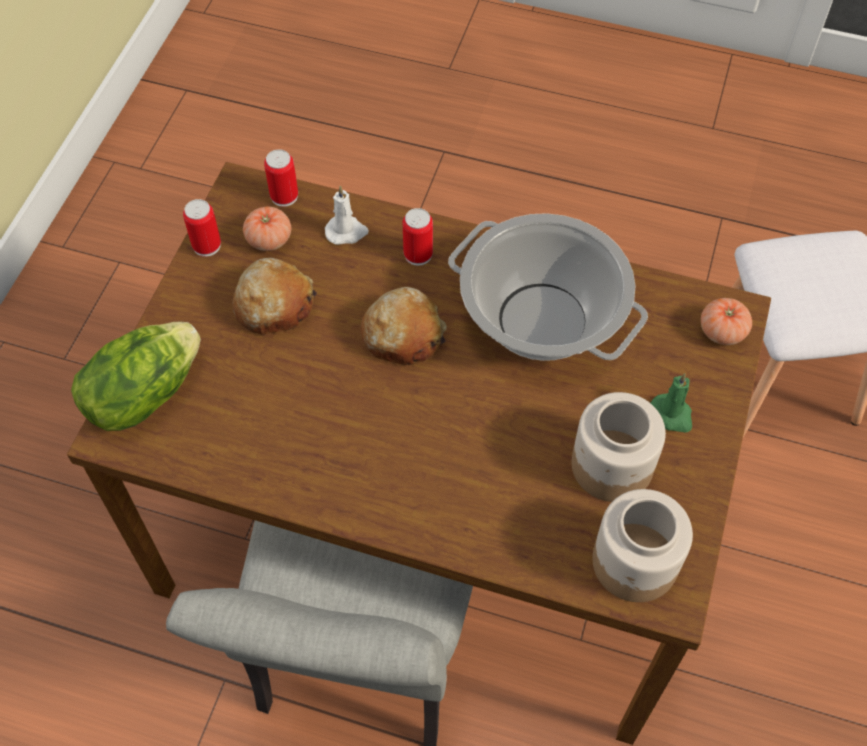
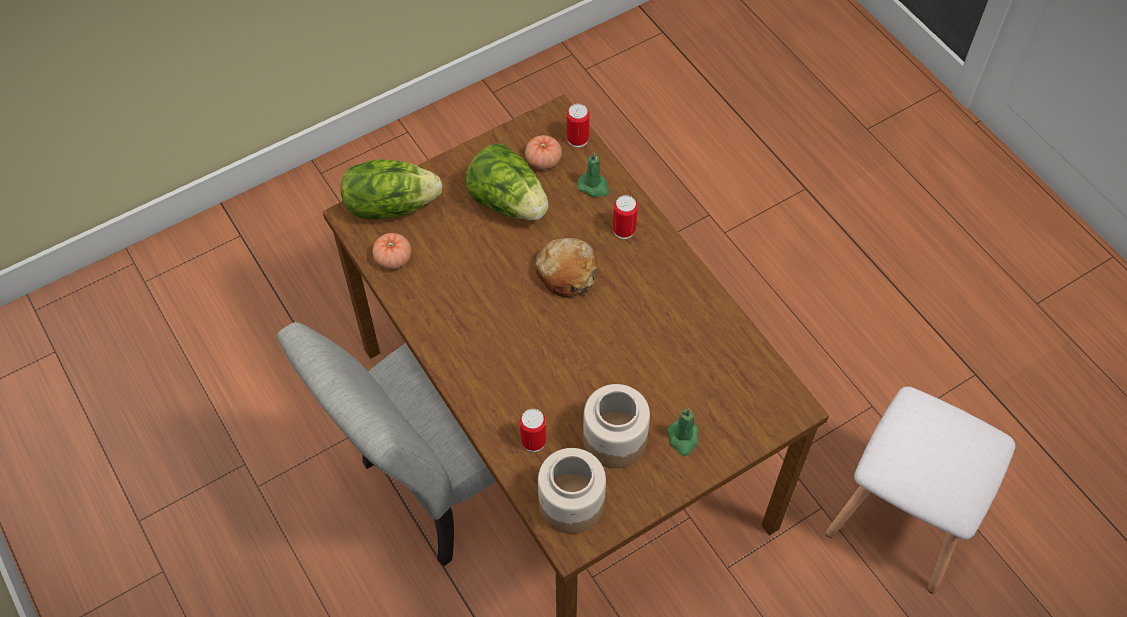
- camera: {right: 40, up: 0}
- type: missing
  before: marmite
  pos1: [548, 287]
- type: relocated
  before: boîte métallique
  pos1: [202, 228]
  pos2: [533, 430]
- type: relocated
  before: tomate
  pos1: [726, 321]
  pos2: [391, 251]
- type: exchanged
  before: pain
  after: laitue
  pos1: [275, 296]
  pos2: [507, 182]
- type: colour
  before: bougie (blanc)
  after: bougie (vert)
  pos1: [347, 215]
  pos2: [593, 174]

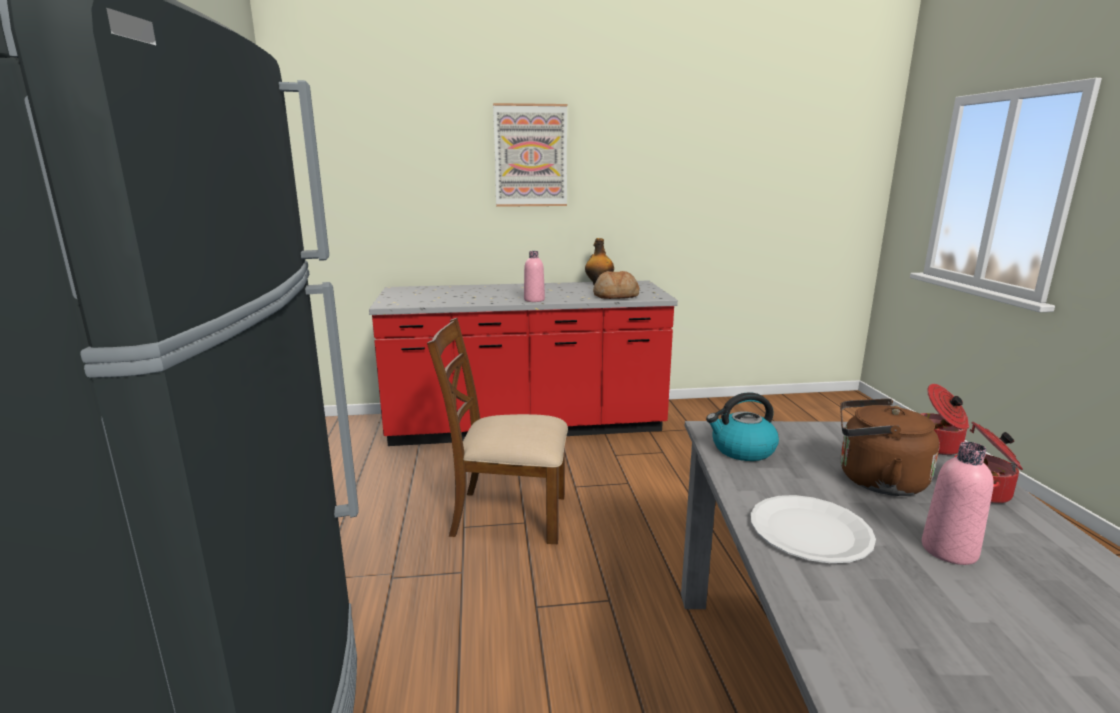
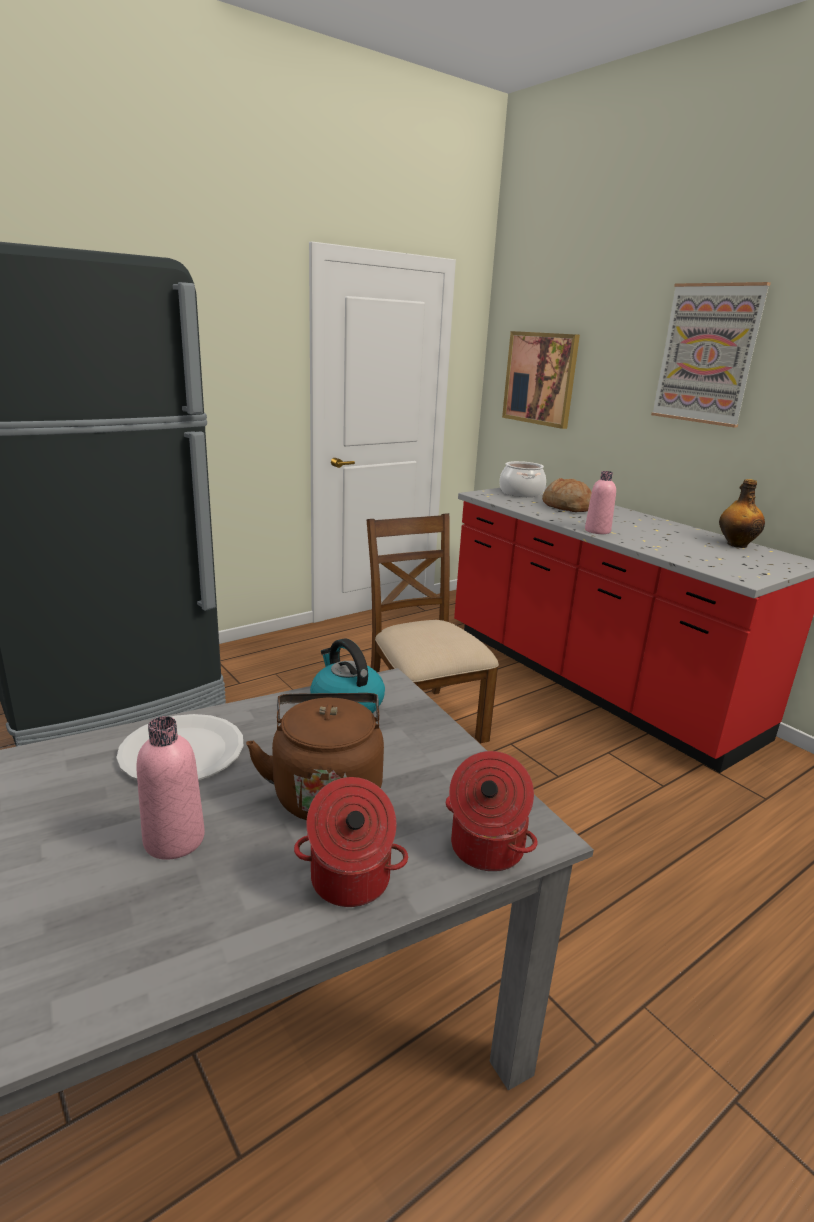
- camera: {right: 60, up: 5}
- type: appeared
  after: marmite
  pos2: [522, 479]
- type: appeared
  after: tableau
  pos2: [541, 380]
- type: relocated
  before: pain
  pos1: [616, 285]
  pos2: [567, 495]

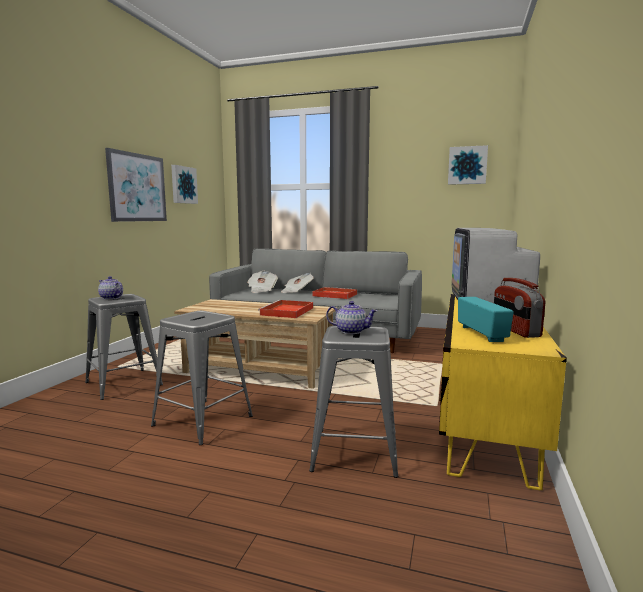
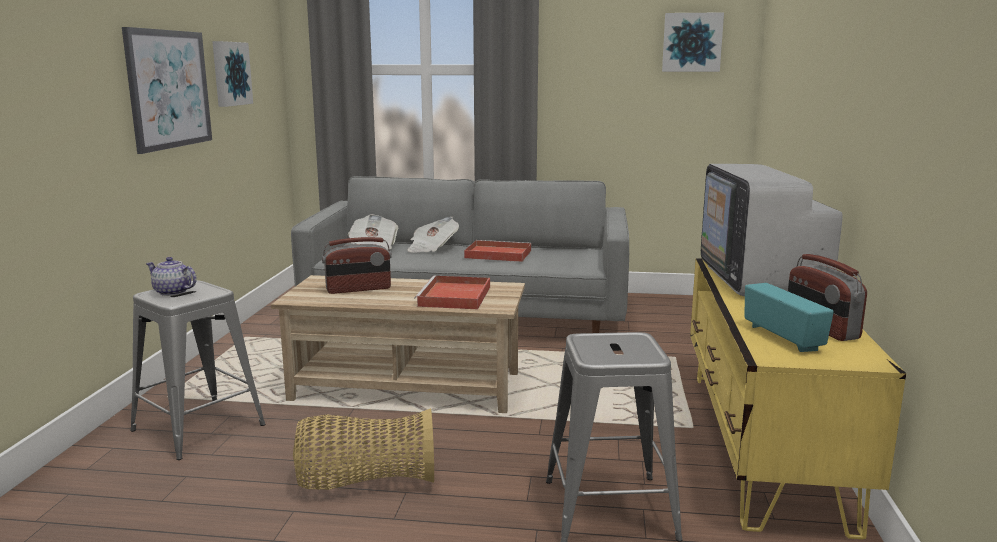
- camera: {right: -10, up: 5}
- type: missing
  before: théière
  pos1: [352, 317]
- type: appeared
  after: radio
  pos2: [357, 265]
- type: exchanged
  before: tabouret (gris)
  after: panier
  pos1: [202, 378]
  pos2: [363, 449]

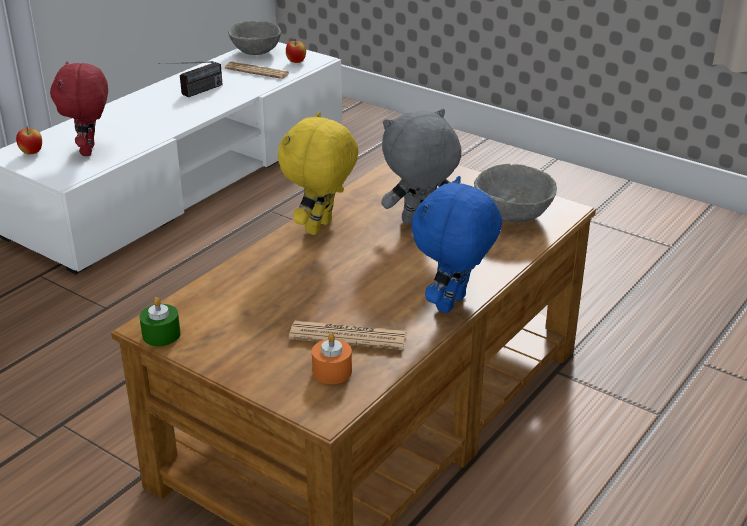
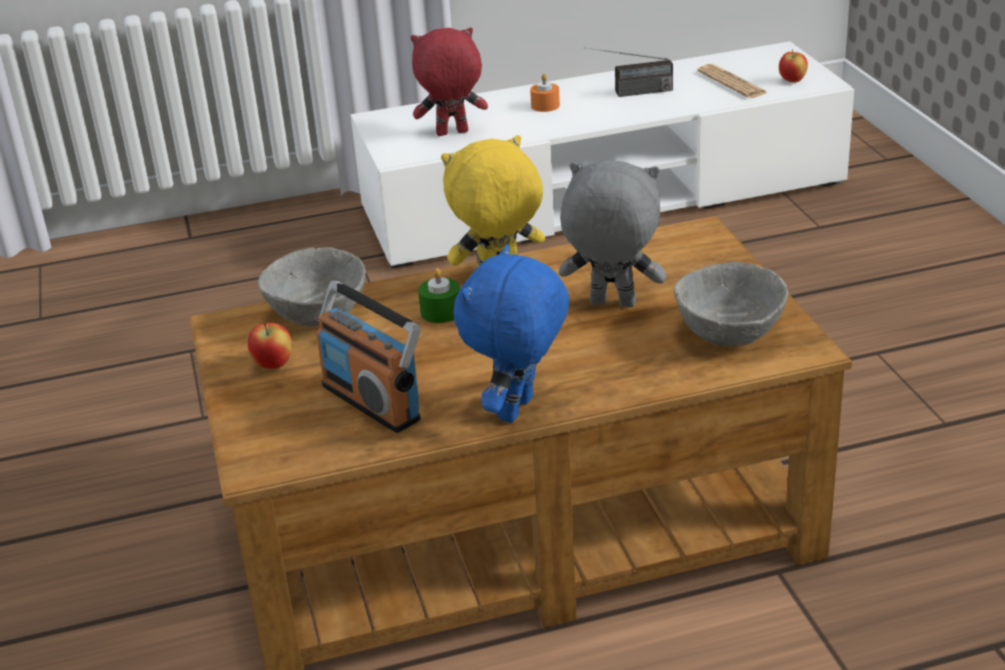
- camera: {right: 40, up: 0}
- type: relocated
  before: pomme
  pos1: [29, 140]
  pos2: [270, 346]
- type: relocated
  before: bougie (vert)
  pos1: [160, 321]
  pos2: [439, 295]
- type: relocated
  before: bol (gris)
  pos1: [254, 38]
  pos2: [312, 286]
- type: relocated
  before: bougie (orange)
  pos1: [332, 358]
  pos2: [545, 92]
- type: exchanged
  before: journal
  after: radio
  pos1: [348, 335]
  pos2: [368, 357]
- type: spun
  before: peluche (rouge)
  pos1: [79, 108]
  pos2: [449, 81]
  turn: 45
- type: spun
  before: peluche (bleu)
  pos1: [457, 244]
  pos2: [511, 333]
  turn: -45

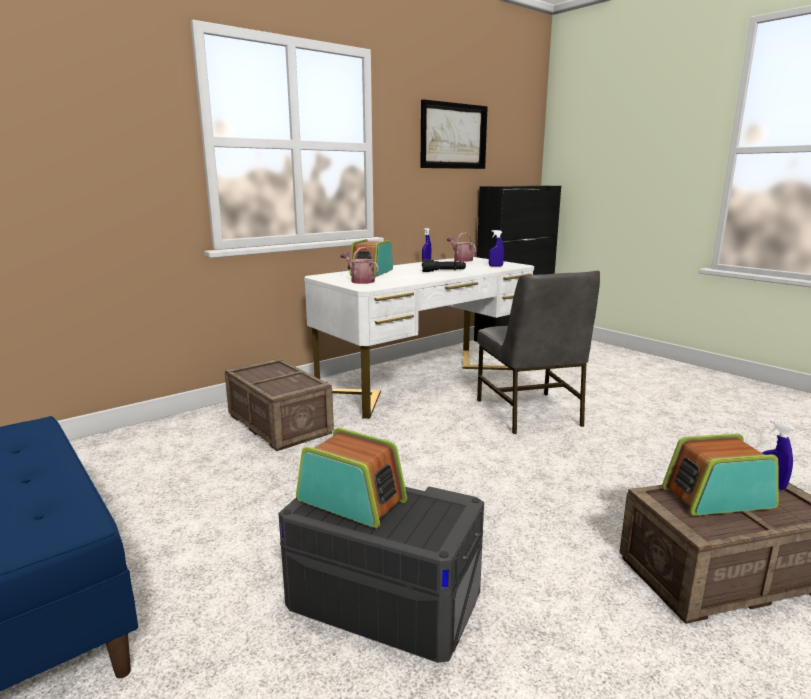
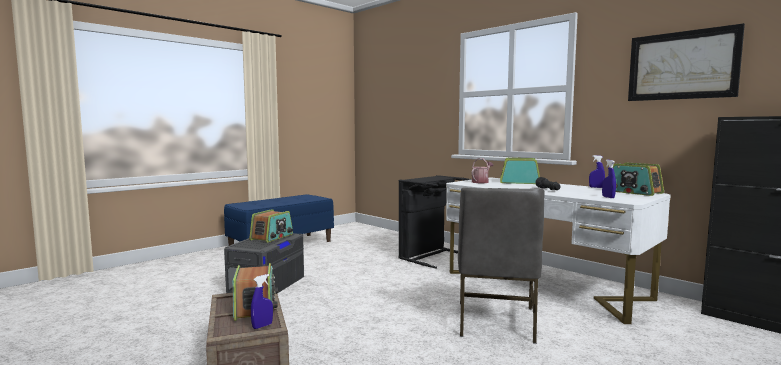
- camera: {right: 85, up: -10}
- type: exchanged
  before: caisse
  after: panier à linge (noir)
  pos1: [279, 404]
  pos2: [435, 222]
- type: exchanged
  before: arrosoir
  after: radio
  pos1: [461, 247]
  pos2: [638, 179]
- type: spun
  before: chaise (gris)
  pos1: [538, 352]
  pos2: [501, 265]
  turn: -60

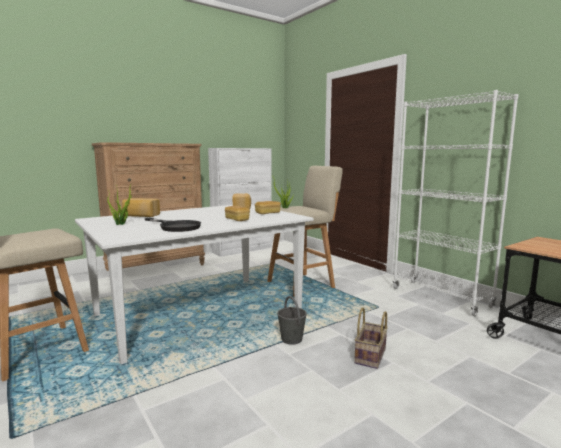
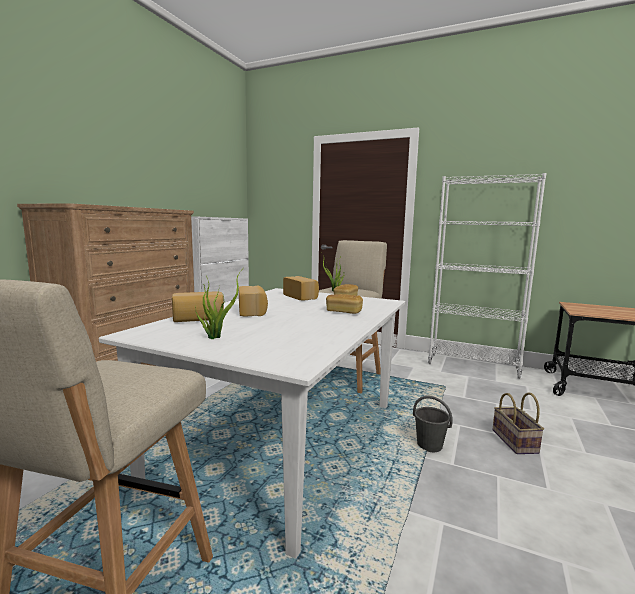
- camera: {right: -30, up: 0}
- type: missing
  before: poêle (noir)
  pos1: [173, 225]
- type: appeared
  after: pain
  pos2: [253, 301]

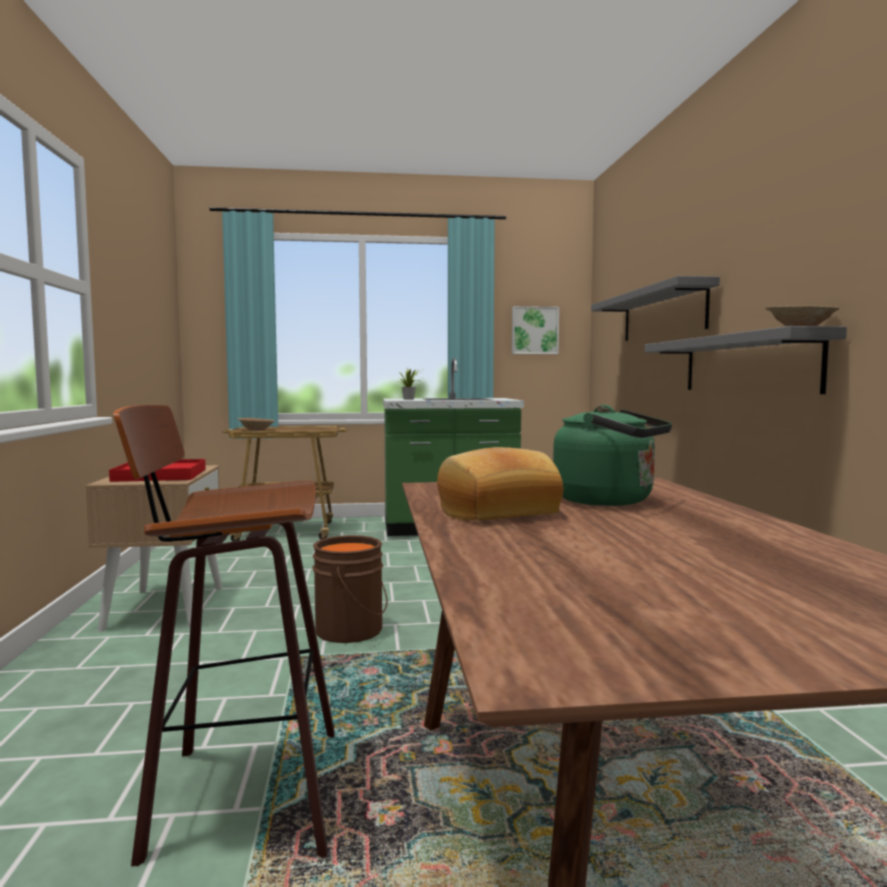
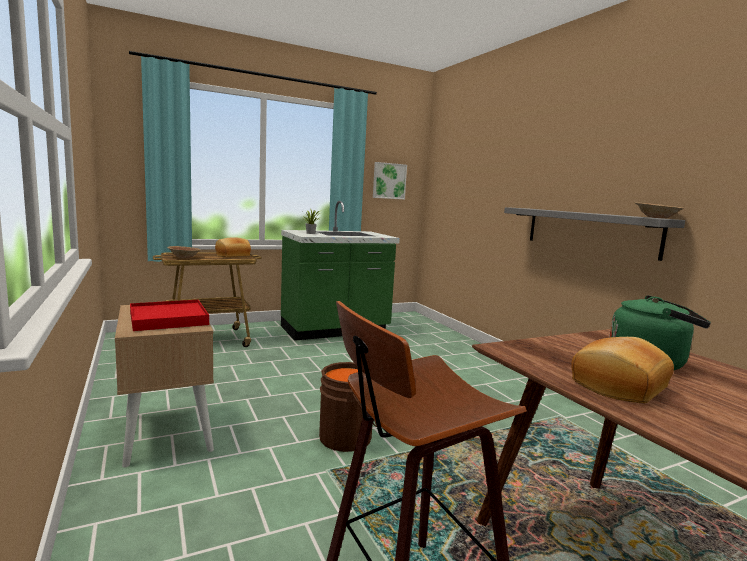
- camera: {right: -20, up: 5}
- type: missing
  before: étagère (gris)
  pos1: [655, 308]
- type: appeared
  after: pain
  pos2: [233, 247]

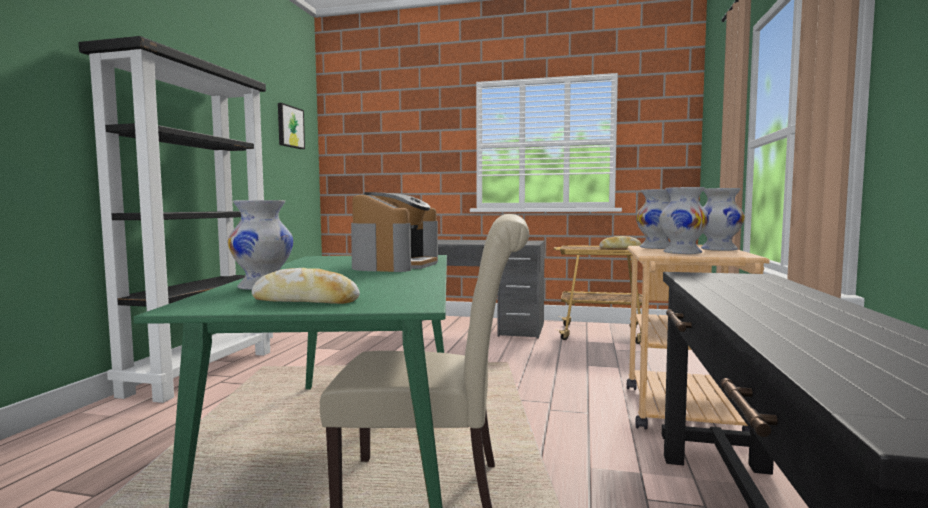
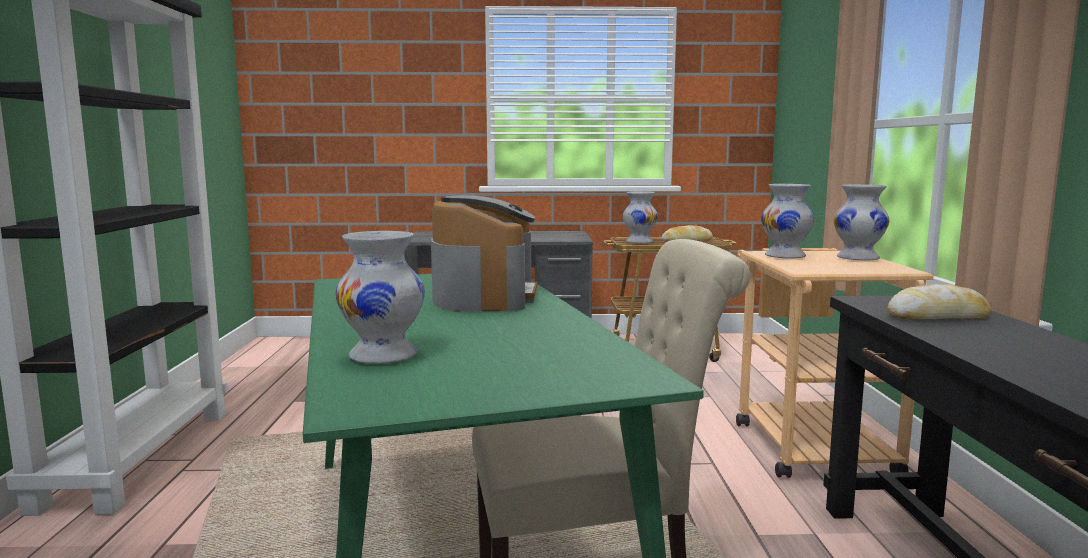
- camera: {right: -15, up: 5}
- type: missing
  before: tableau
  pos1: [291, 126]
- type: relocated
  before: pain
  pos1: [306, 286]
  pos2: [939, 301]
- type: relocated
  before: vase (blanc)
  pos1: [684, 220]
  pos2: [640, 217]

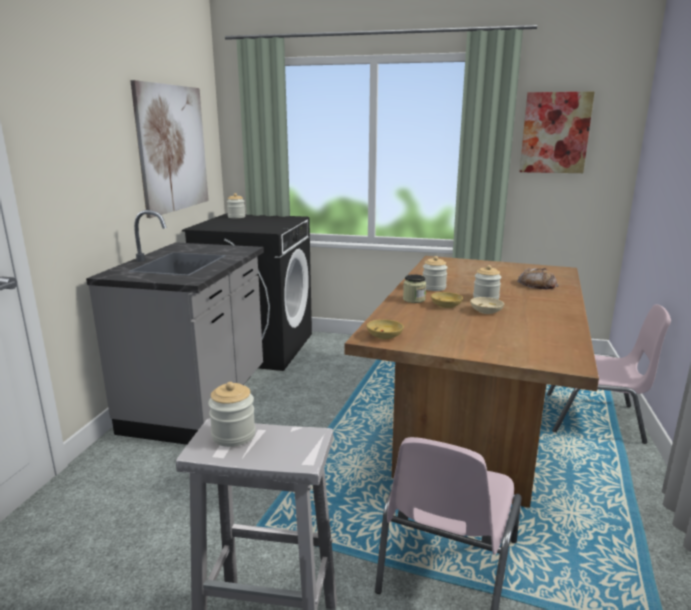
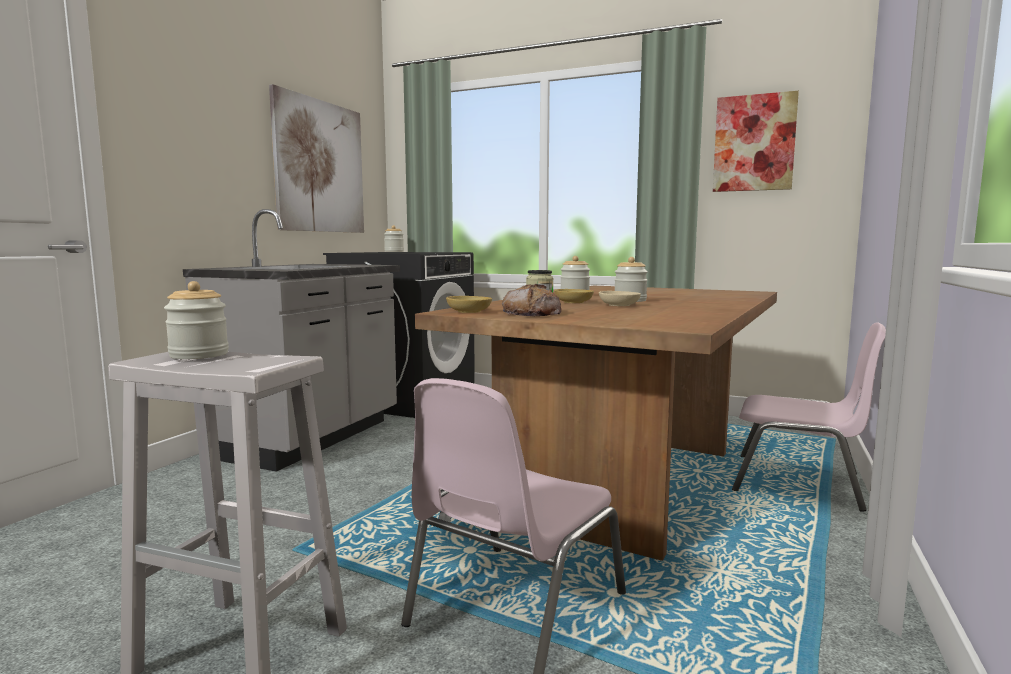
- camera: {right: 10, up: -10}
- type: relocated
  before: pain
  pos1: [538, 278]
  pos2: [531, 300]

